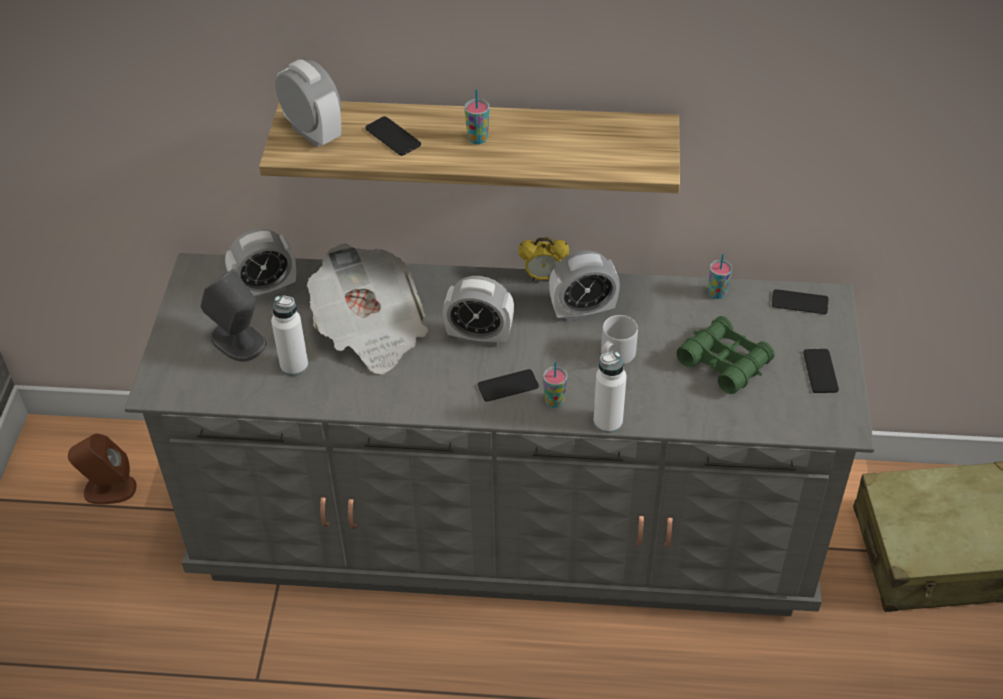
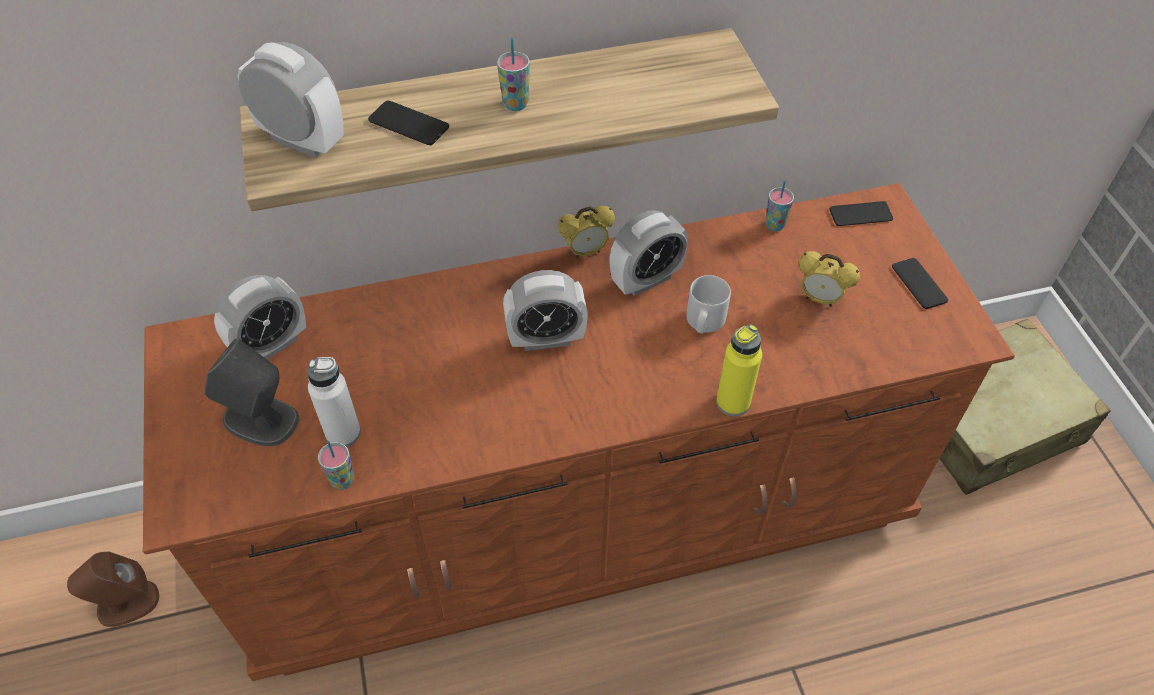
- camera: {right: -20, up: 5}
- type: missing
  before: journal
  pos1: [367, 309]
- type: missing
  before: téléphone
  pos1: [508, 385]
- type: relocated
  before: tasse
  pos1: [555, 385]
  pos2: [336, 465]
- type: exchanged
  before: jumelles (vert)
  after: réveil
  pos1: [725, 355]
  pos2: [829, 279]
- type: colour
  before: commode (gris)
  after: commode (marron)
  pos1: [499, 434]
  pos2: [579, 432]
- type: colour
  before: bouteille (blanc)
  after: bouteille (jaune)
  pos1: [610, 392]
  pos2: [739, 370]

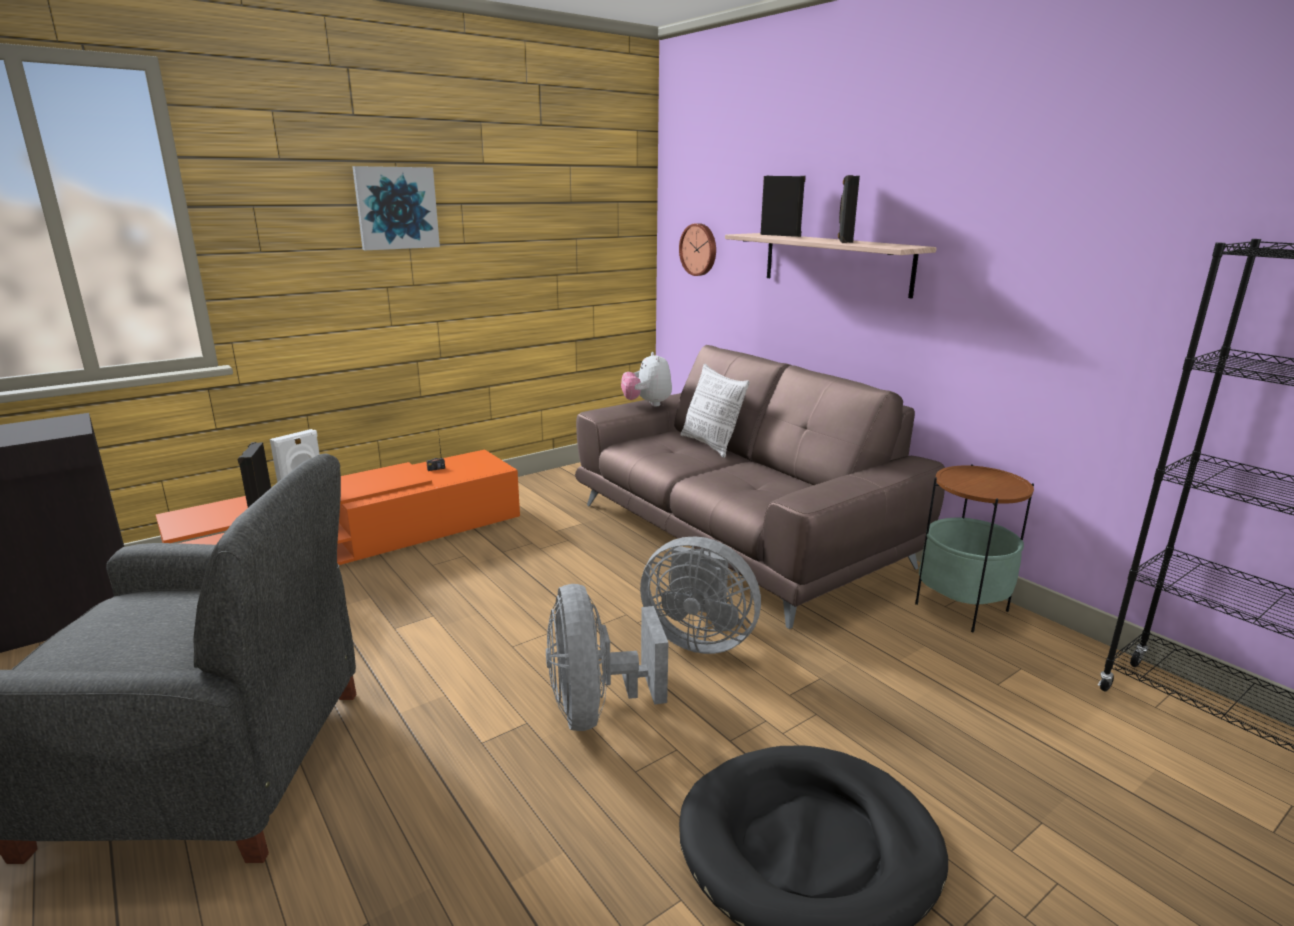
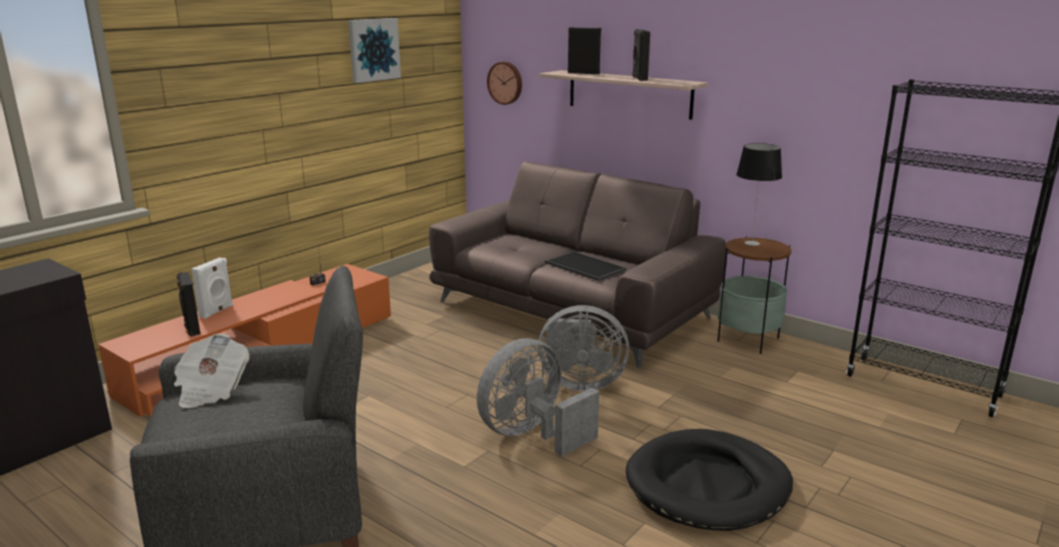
- camera: {right: -15, up: 0}
- type: missing
  before: peluche
  pos1: [646, 379]
- type: missing
  before: coussin
  pos1: [715, 411]
- type: appeared
  after: journal
  pos2: [211, 371]
- type: appeared
  after: plateau
  pos2: [586, 266]
- type: appeared
  after: lampe de table
  pos2: [759, 194]
- type: relocated
  before: tableau
  pos1: [396, 208]
  pos2: [374, 50]
- type: spun
  before: ventilateur (gris)
  pos1: [607, 657]
  pos2: [538, 397]
  turn: 75

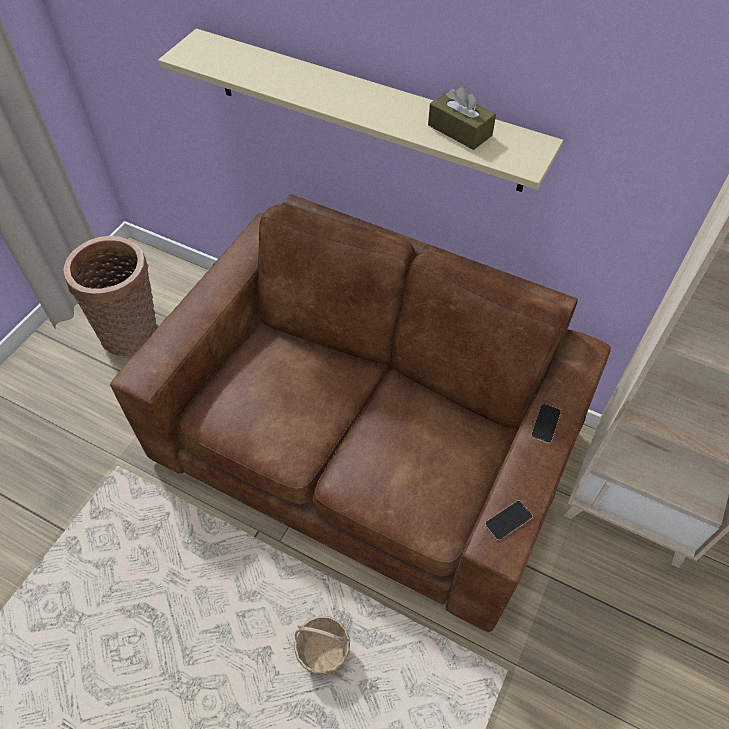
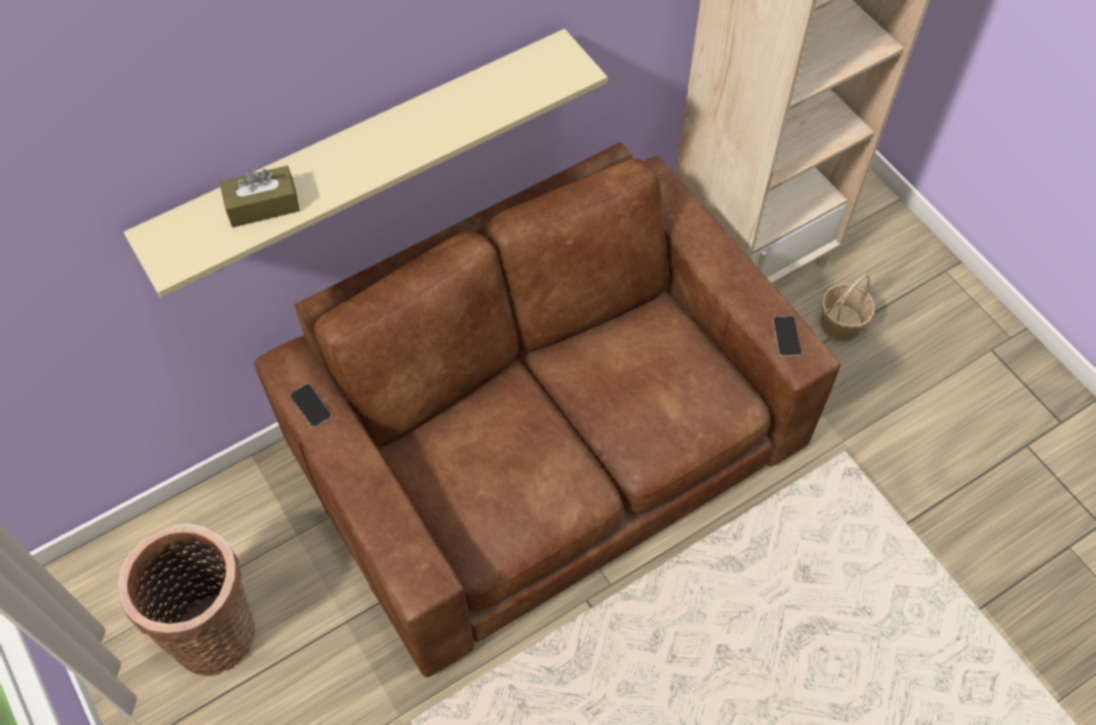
- camera: {right: -60, up: 5}
- type: relocated
  before: panier
  pos1: [322, 645]
  pos2: [847, 308]
- type: relocated
  before: boîte à mouchoirs (marron)
  pos1: [462, 118]
  pos2: [259, 196]
- type: relocated
  before: téléphone
  pos1: [546, 424]
  pos2: [311, 406]

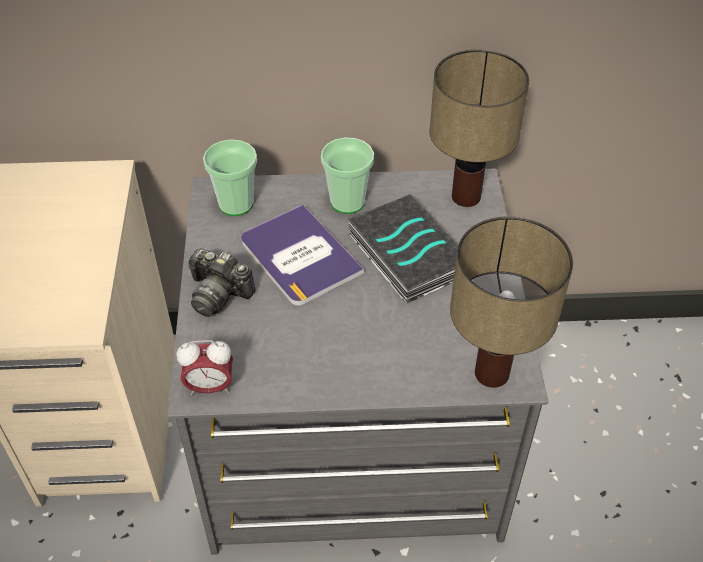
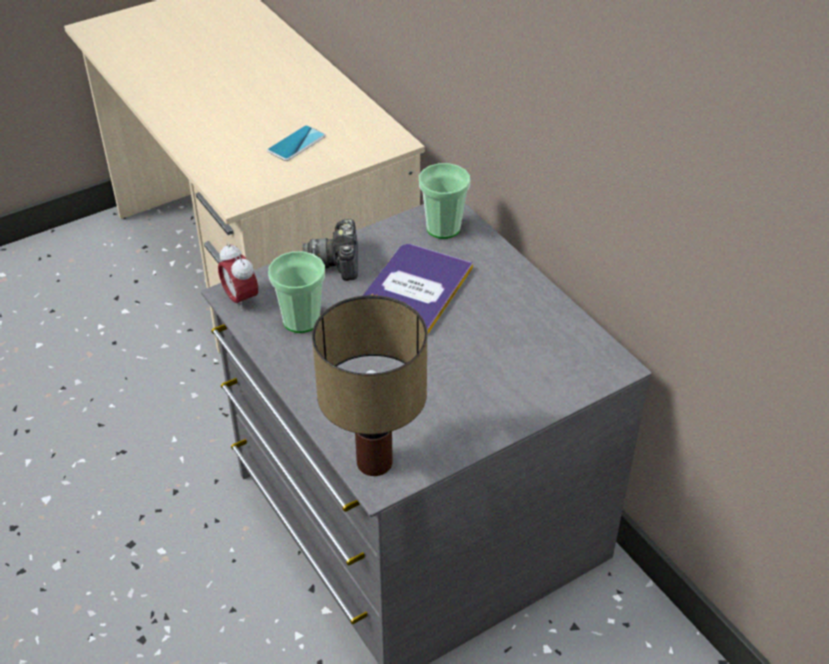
- camera: {right: 60, up: -5}
- type: missing
  before: livre
  pos1: [403, 249]
- type: missing
  before: lampe de table
  pos1: [479, 128]
- type: appeared
  after: téléphone
  pos2: [296, 143]
- type: relocated
  before: tasse
  pos1: [347, 175]
  pos2: [296, 292]

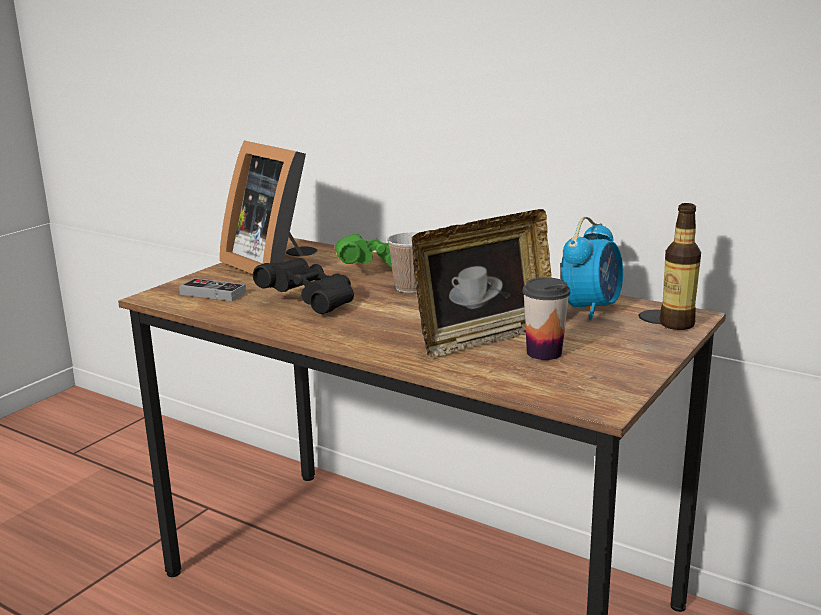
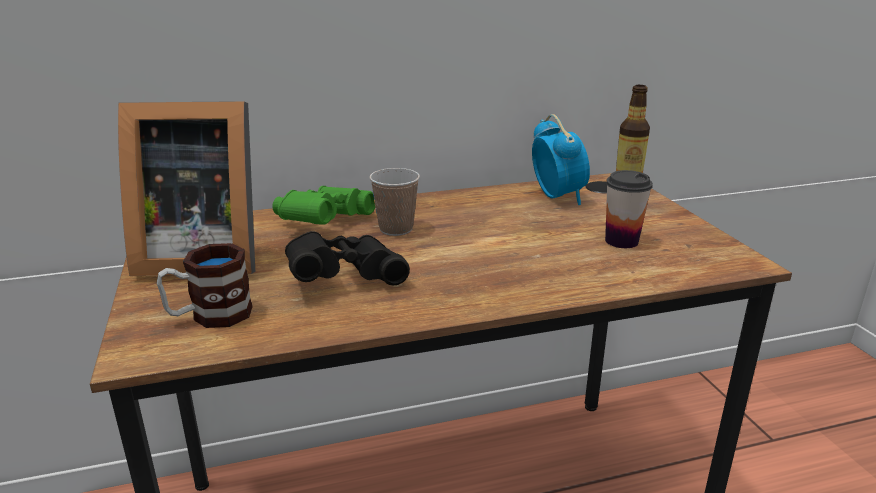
- camera: {right: -50, up: 5}
- type: missing
  before: cadre photo
  pos1: [482, 283]
- type: exchanged
  before: manette
  after: mug
  pos1: [212, 289]
  pos2: [205, 285]

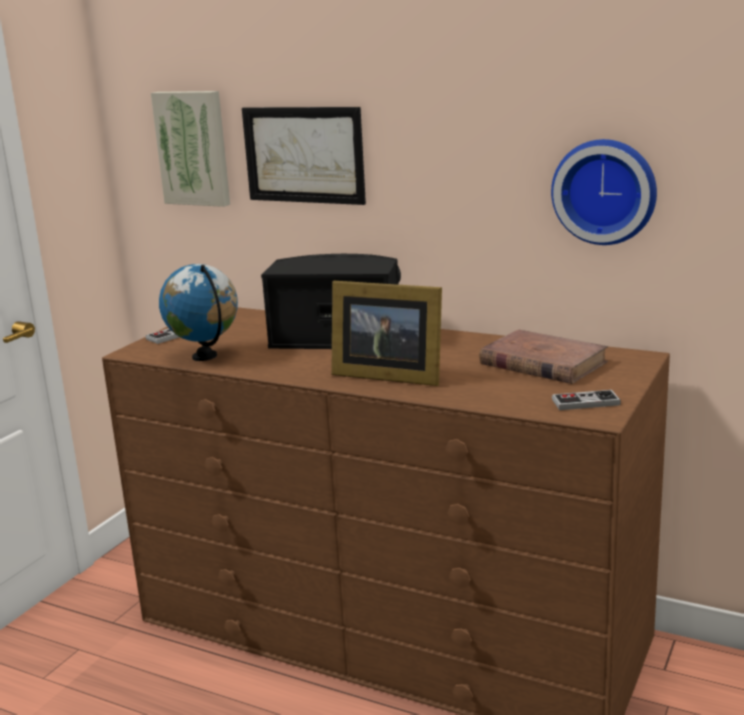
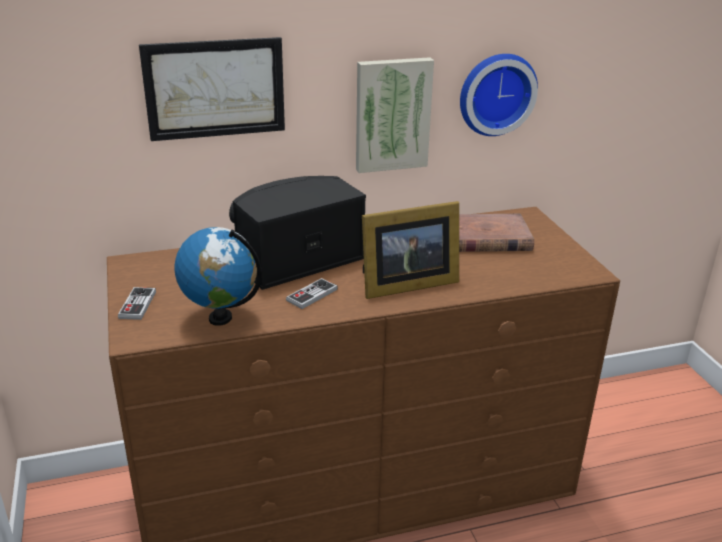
- camera: {right: -45, up: 10}
- type: relocated
  before: tableau
  pos1: [190, 149]
  pos2: [395, 115]
- type: relocated
  before: manette
  pos1: [586, 400]
  pos2: [312, 293]

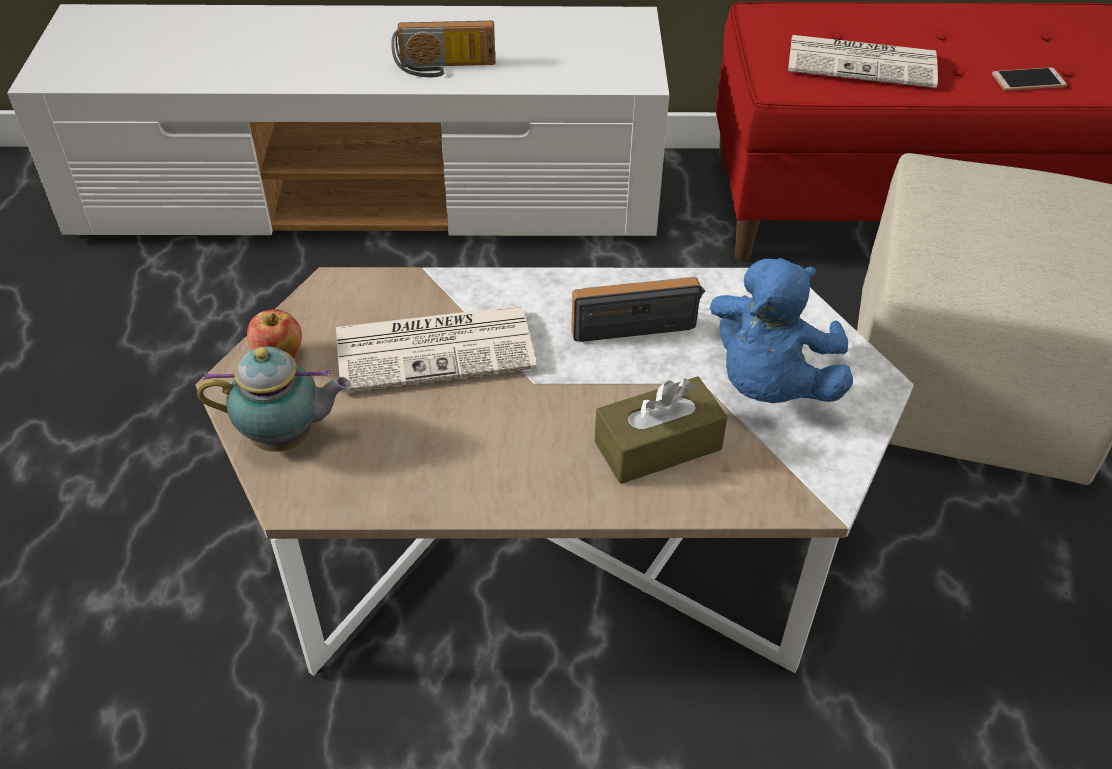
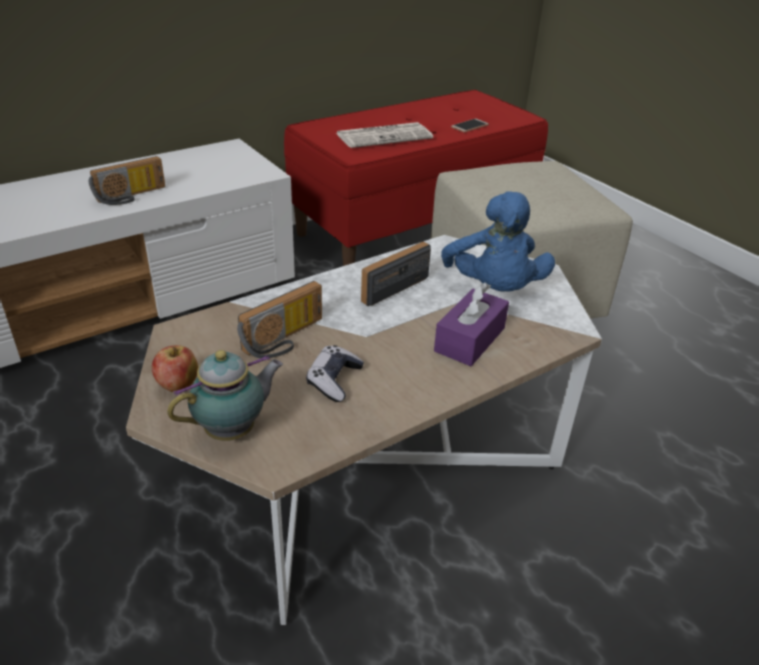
- camera: {right: -35, up: -10}
- type: appeared
  after: manette
  pos2: [335, 373]
- type: exchanged
  before: journal
  after: radio
  pos1: [436, 349]
  pos2: [279, 320]
- type: colour
  before: boîte à mouchoirs (marron)
  after: boîte à mouchoirs (violet)
  pos1: [661, 430]
  pos2: [471, 324]

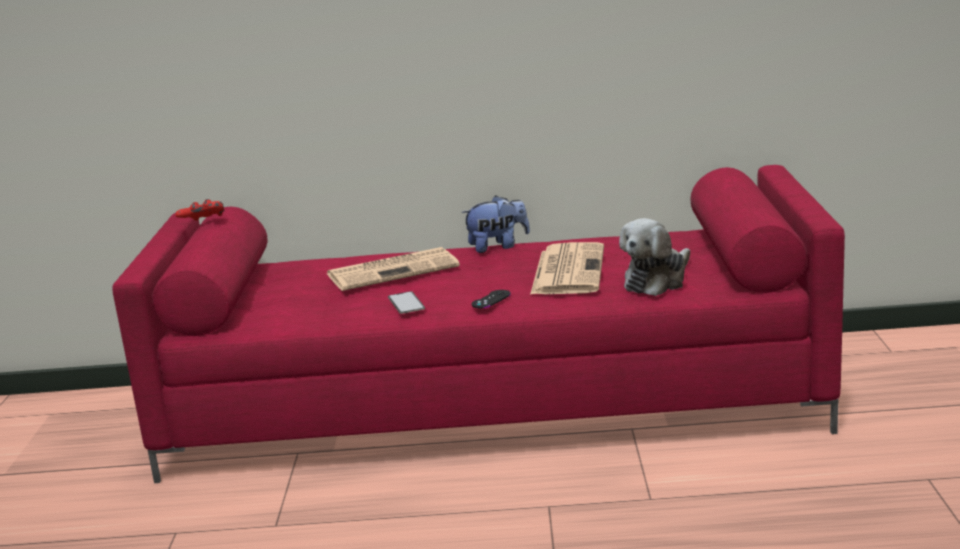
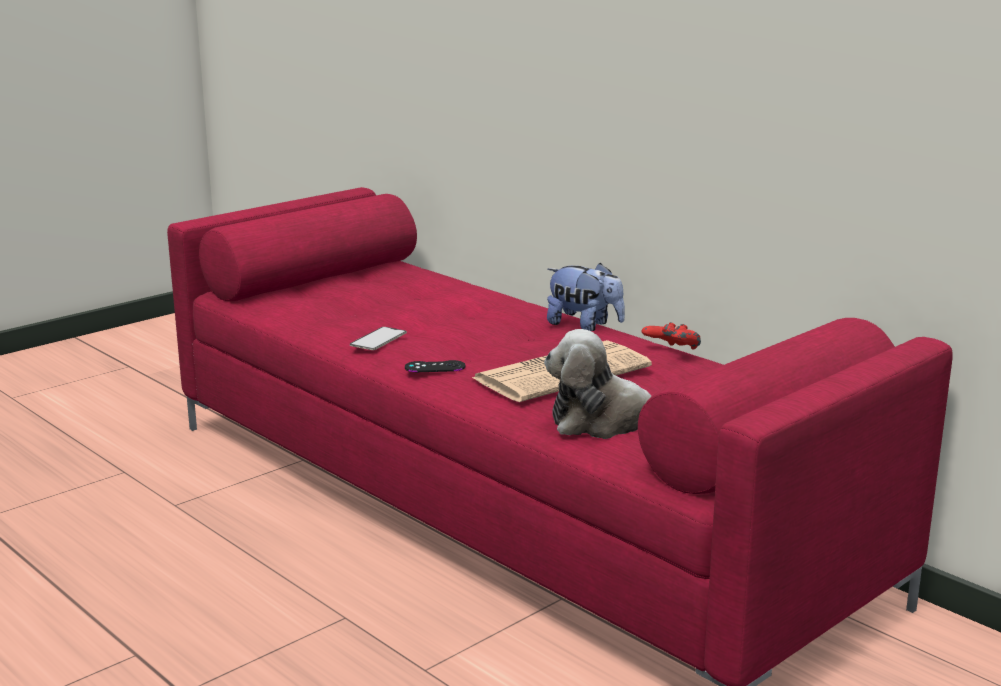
- camera: {right: 45, up: 0}
- type: missing
  before: journal
  pos1: [393, 269]
- type: relocated
  before: manette (rouge)
  pos1: [199, 210]
  pos2: [671, 336]

